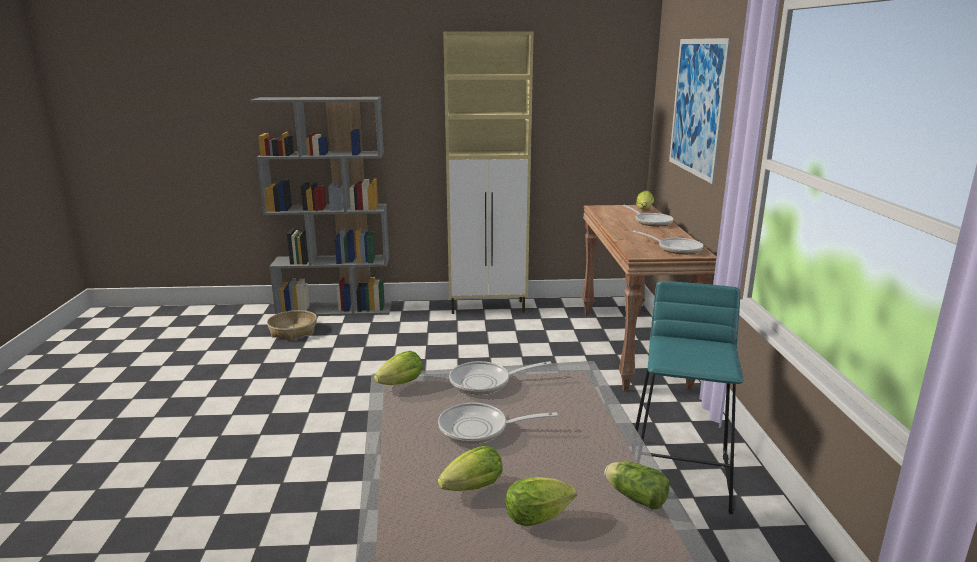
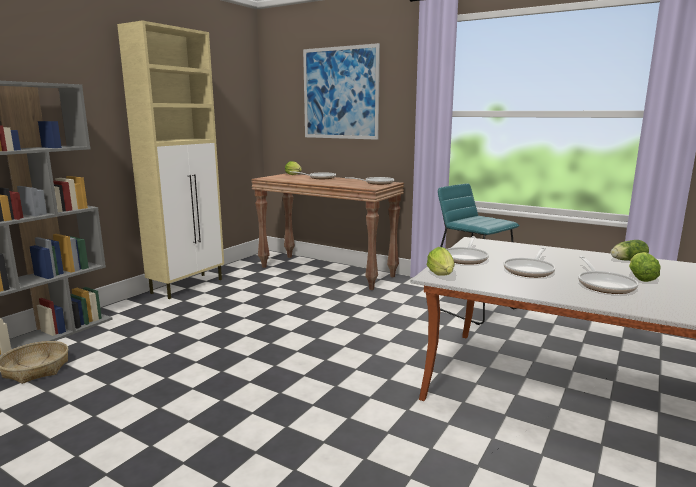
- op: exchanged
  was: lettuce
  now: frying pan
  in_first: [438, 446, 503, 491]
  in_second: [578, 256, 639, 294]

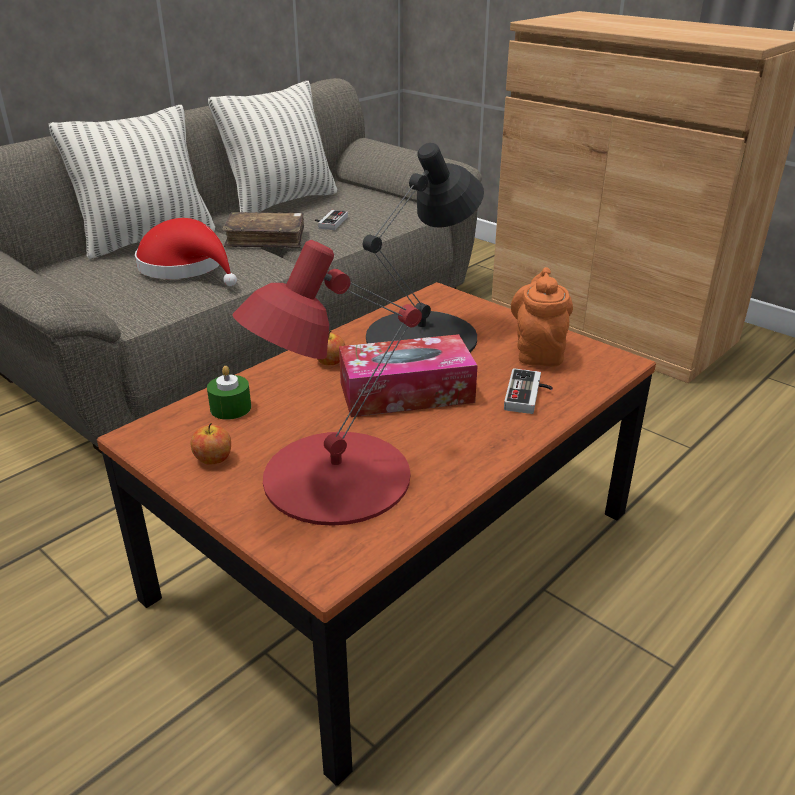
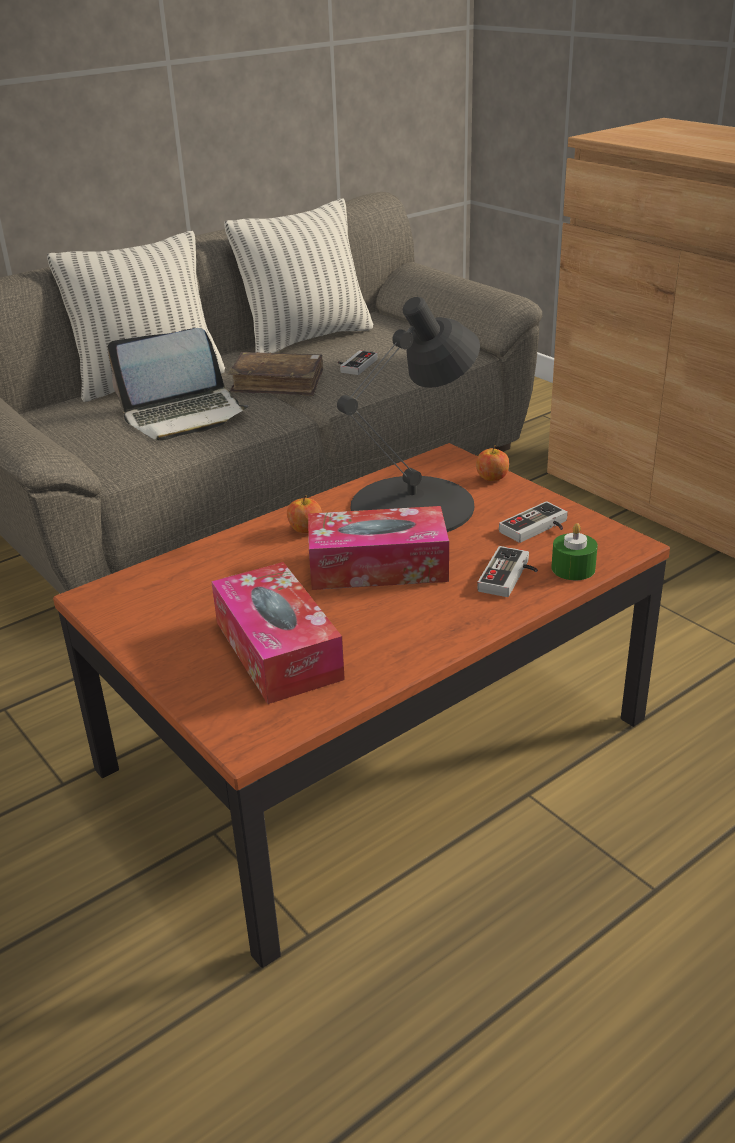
- op: exchanged
  was: red hat
  now: laptop
  in_first: [135, 218, 237, 286]
  in_second: [108, 328, 249, 441]
- op: relocated
  was: apple
  in_first: [190, 423, 231, 465]
  in_second: [476, 445, 509, 481]
- op: relocated
  was: green candle
  in_first: [207, 366, 251, 420]
  in_second: [551, 523, 598, 580]
- op: exchanged
  was: red table lamp
  now: tissue box
  in_first: [232, 240, 422, 526]
  in_second: [211, 562, 345, 704]
- op: exchanged
  was: orange teapot
  now: game controller
  in_first: [511, 267, 573, 366]
  in_second: [499, 501, 568, 543]

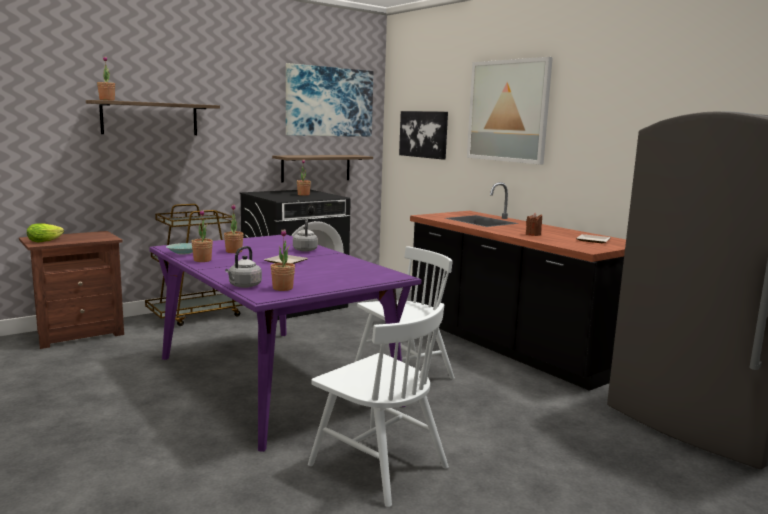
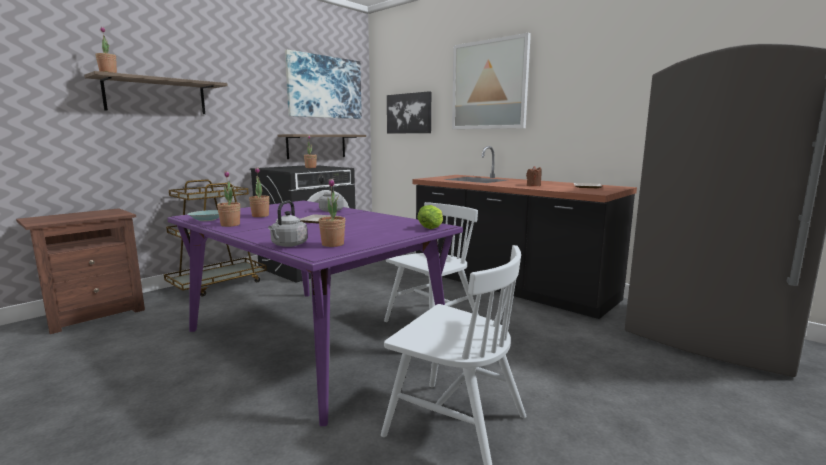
- op: relocated
  was: lettuce
  in_first: [27, 223, 64, 242]
  in_second: [417, 205, 443, 229]

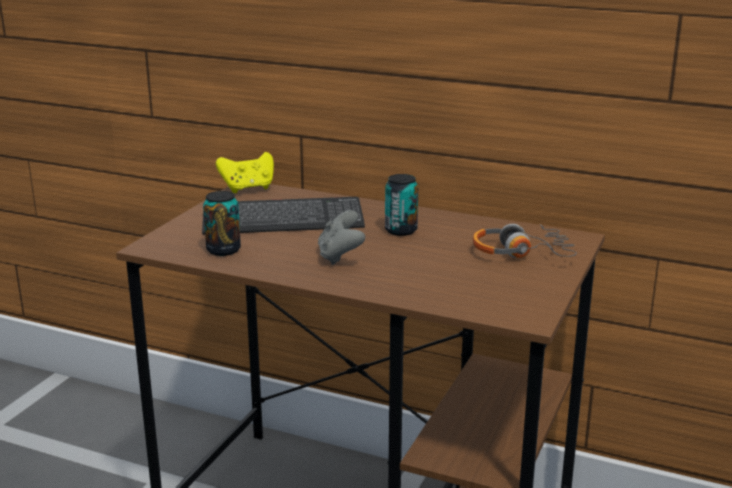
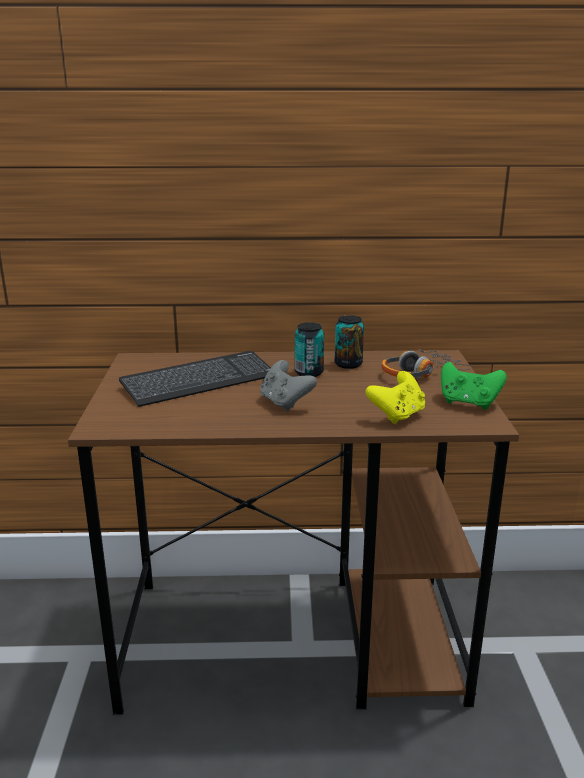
- op: relocated
  was: can
  in_first: [203, 191, 241, 256]
  in_second: [335, 315, 364, 369]
- op: relocated
  was: yellow game controller
  in_first: [216, 152, 274, 193]
  in_second: [365, 371, 425, 424]
- op: appeared
  now: green game controller
  in_second: [441, 362, 507, 410]

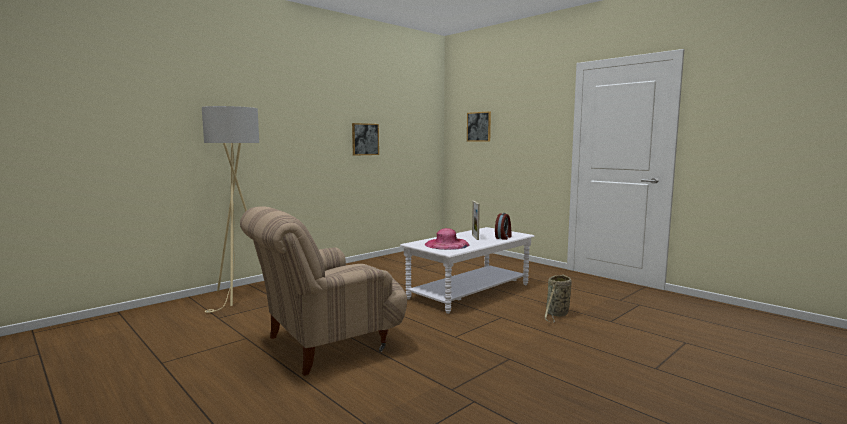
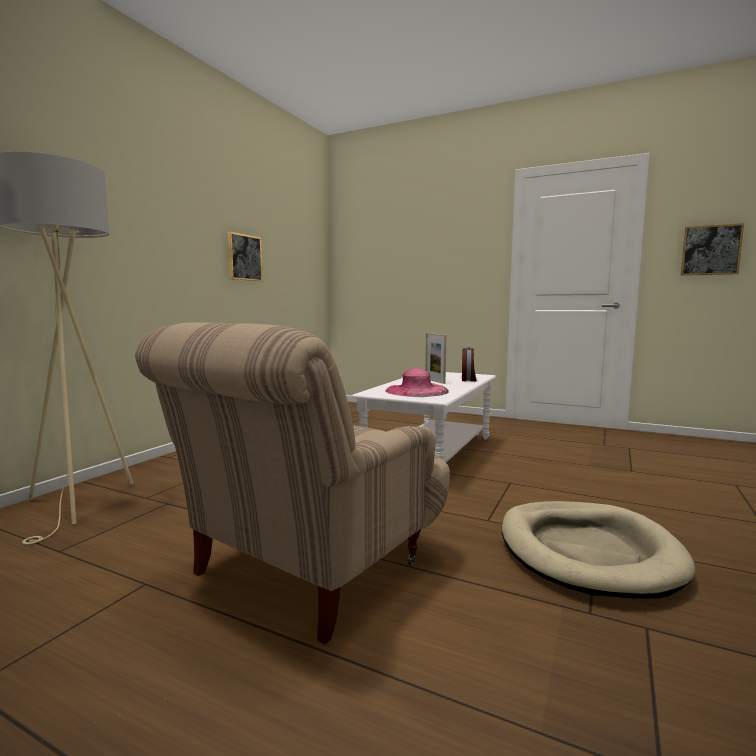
- op: relocated
  was: picture
  in_first: [467, 111, 491, 142]
  in_second: [681, 223, 744, 276]
- op: missing
  was: basket
  in_first: [545, 274, 572, 323]
- op: appeared
  now: beige dog bed
  in_second: [501, 501, 696, 599]

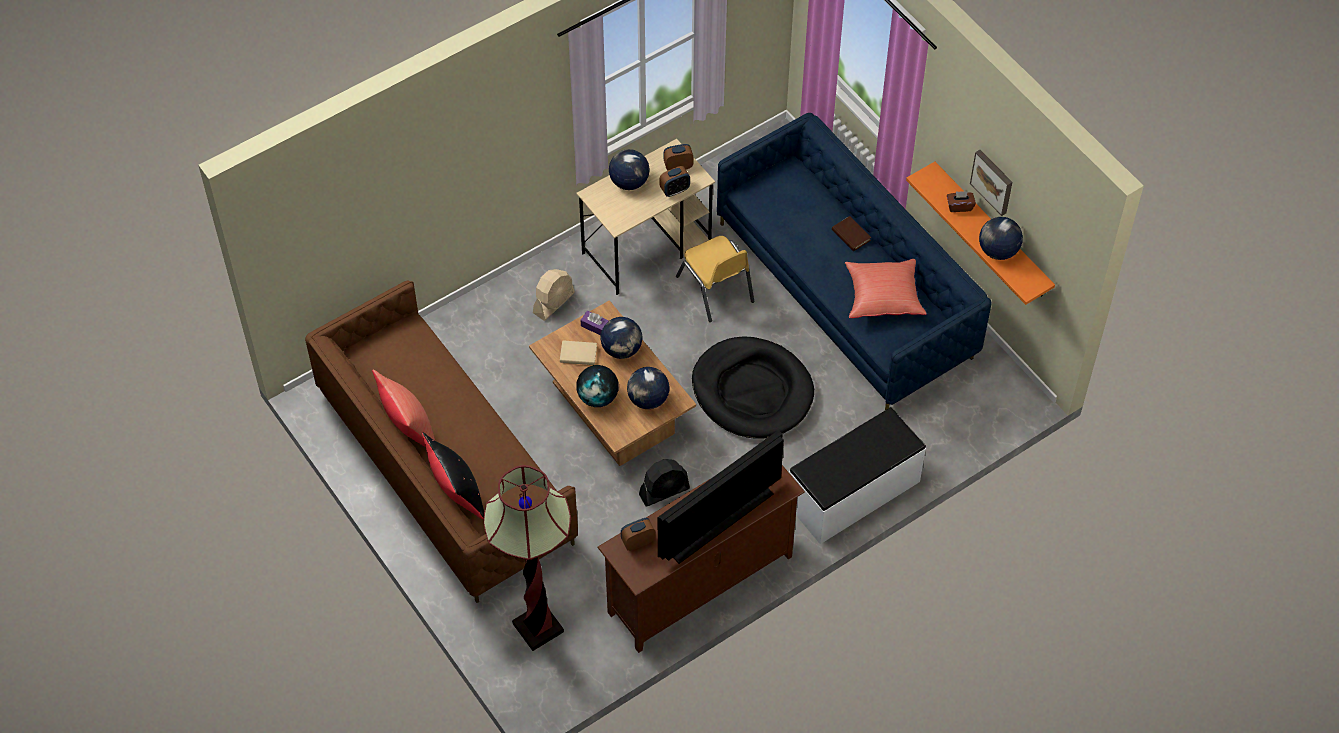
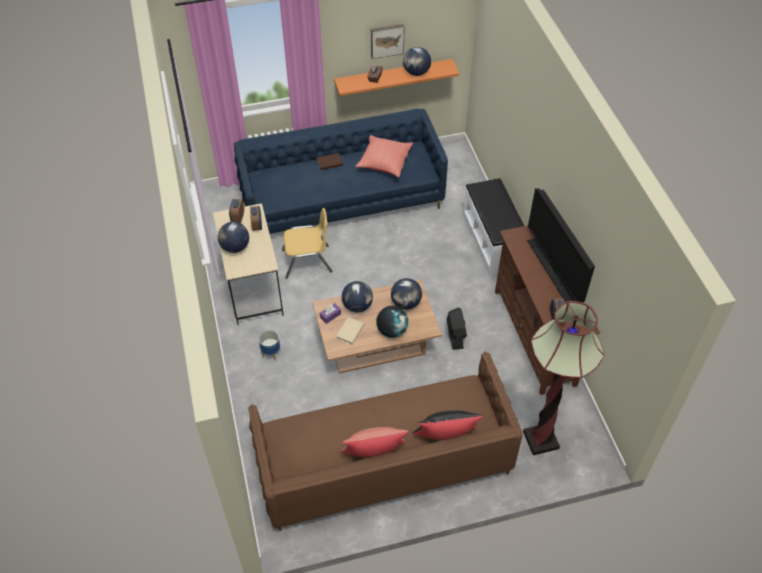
- op: exchanged
  was: beige fan
  now: planter
  in_first: [533, 269, 575, 321]
  in_second: [259, 330, 280, 361]
- op: missing
  was: black dog bed
  in_first: [692, 336, 814, 439]

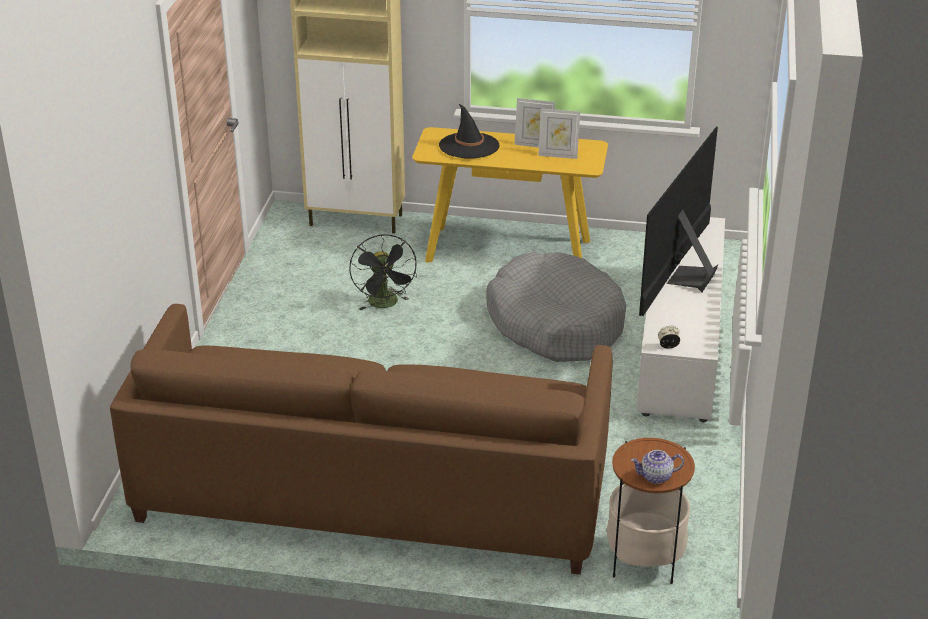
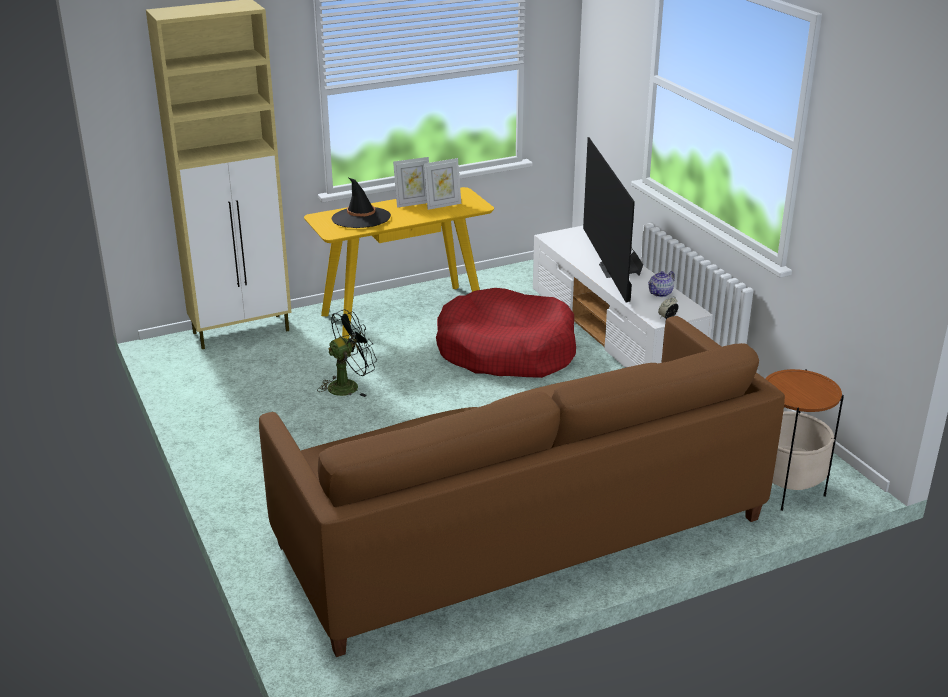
- op: spun
  was: black fan
  in_first: [349, 234, 417, 310]
  in_second: [317, 309, 377, 397]
  clockwise: -75
- op: colour
  was: grey dog bed
  now: red dog bed
  in_first: [486, 252, 626, 362]
  in_second: [436, 288, 576, 378]
- op: relocated
  was: teapot
  in_first: [631, 450, 684, 484]
  in_second: [648, 271, 675, 297]

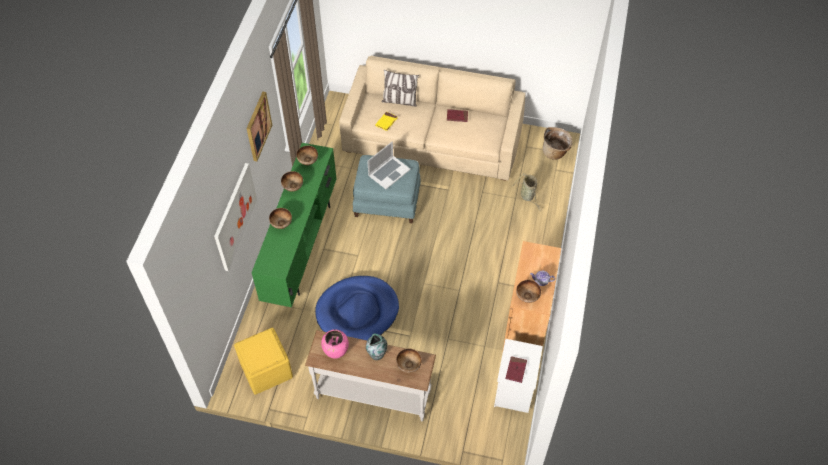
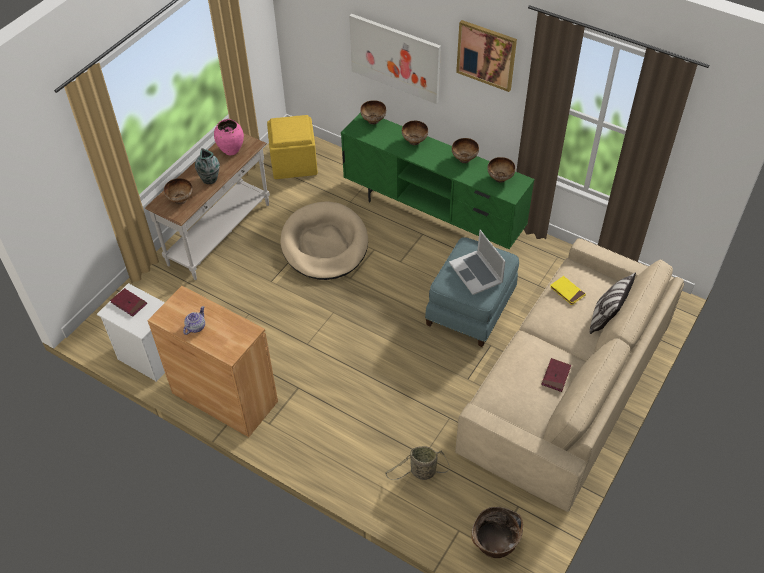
- op: colour
  was: blue dog bed
  now: beige dog bed
  in_first: [315, 276, 399, 340]
  in_second: [280, 201, 368, 280]
- op: relocated
  was: bowl
  in_first: [516, 280, 541, 303]
  in_second: [360, 100, 386, 124]

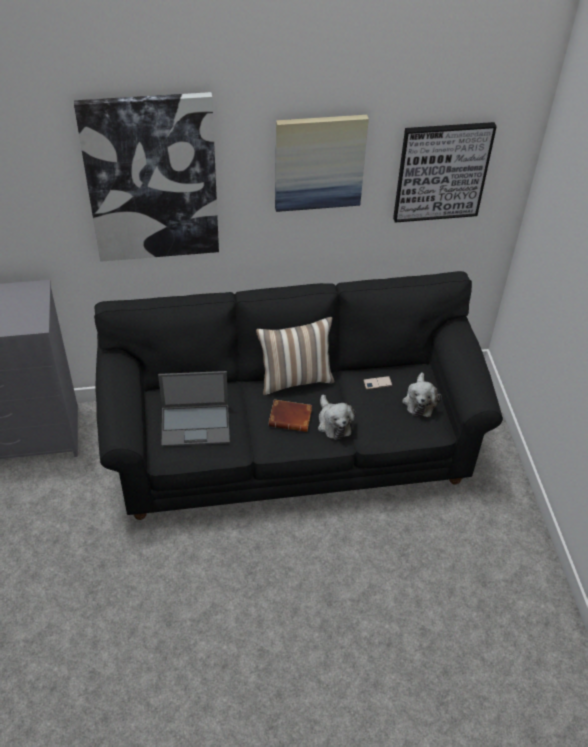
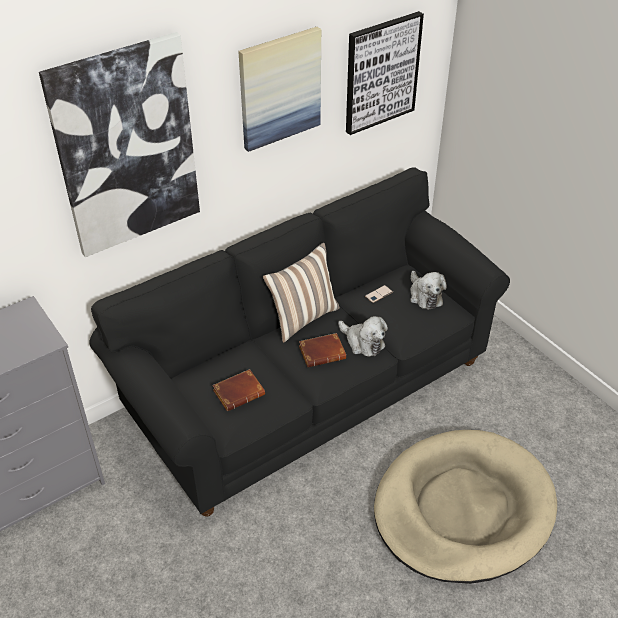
- op: exchanged
  was: laptop
  now: brown book
  in_first: [158, 371, 230, 446]
  in_second: [212, 369, 265, 411]
- op: appeared
  now: beige dog bed
  in_second: [374, 430, 557, 584]

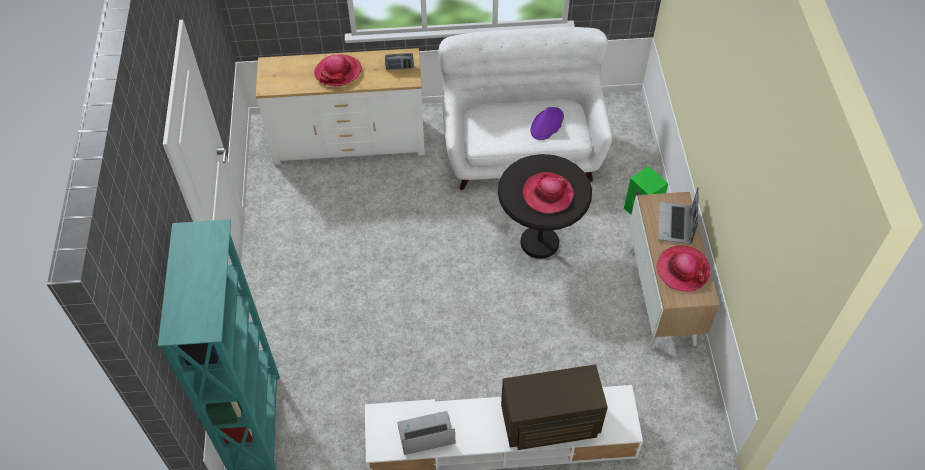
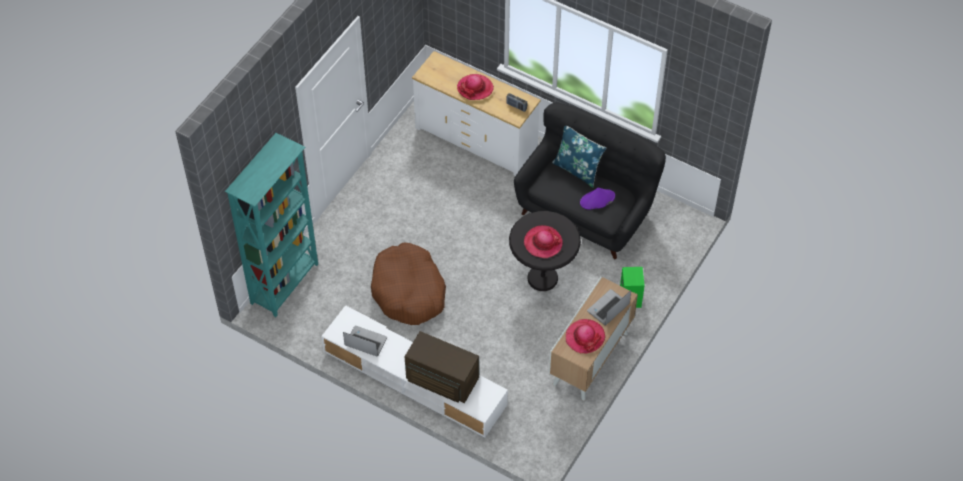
- op: colour
  was: white sofa
  now: black sofa
  in_first: [438, 27, 612, 190]
  in_second: [514, 102, 666, 259]
- op: appeared
  now: brown dog bed
  in_second: [371, 242, 446, 325]
- op: appeared
  now: blue pillow
  in_second: [552, 126, 606, 188]

